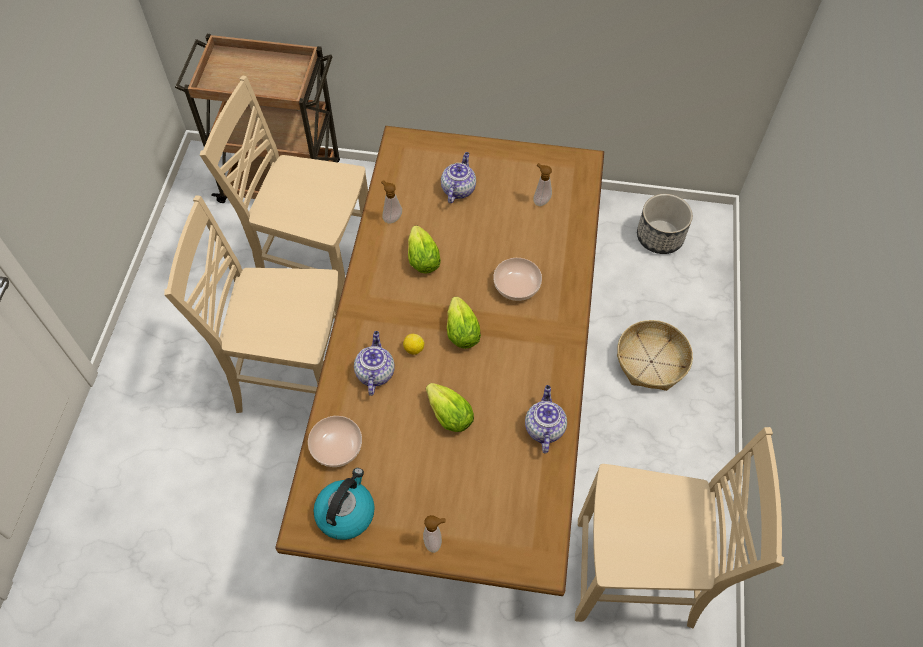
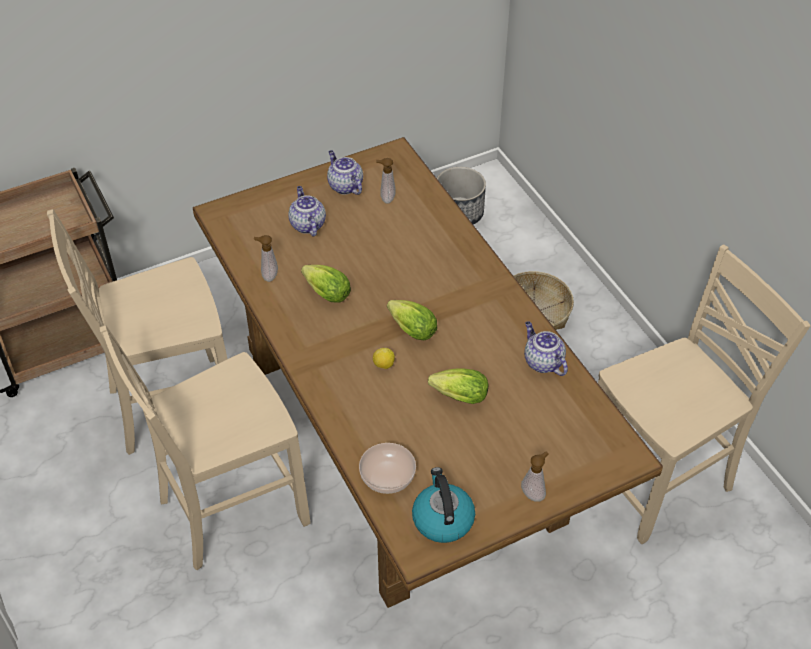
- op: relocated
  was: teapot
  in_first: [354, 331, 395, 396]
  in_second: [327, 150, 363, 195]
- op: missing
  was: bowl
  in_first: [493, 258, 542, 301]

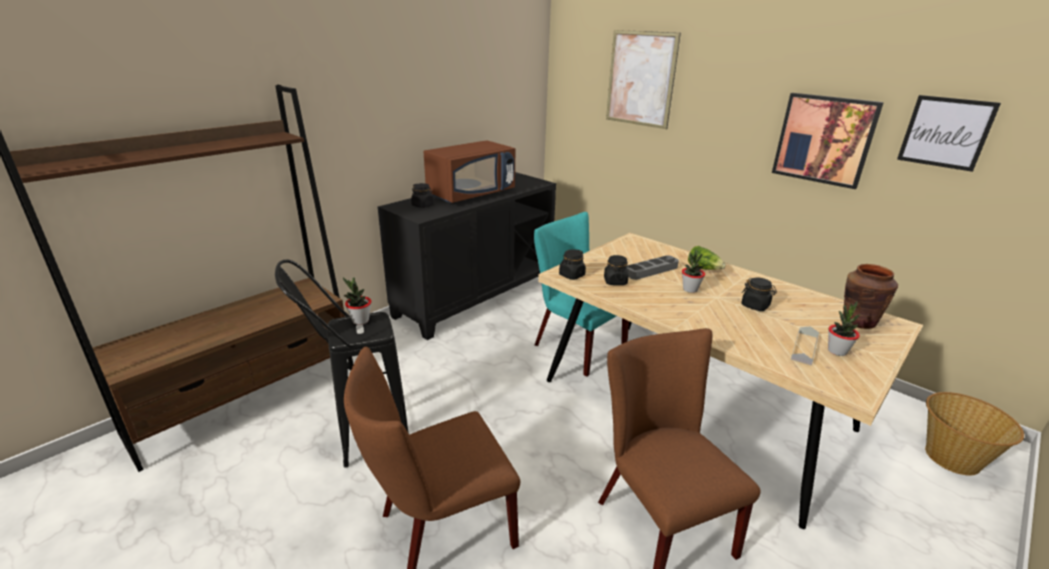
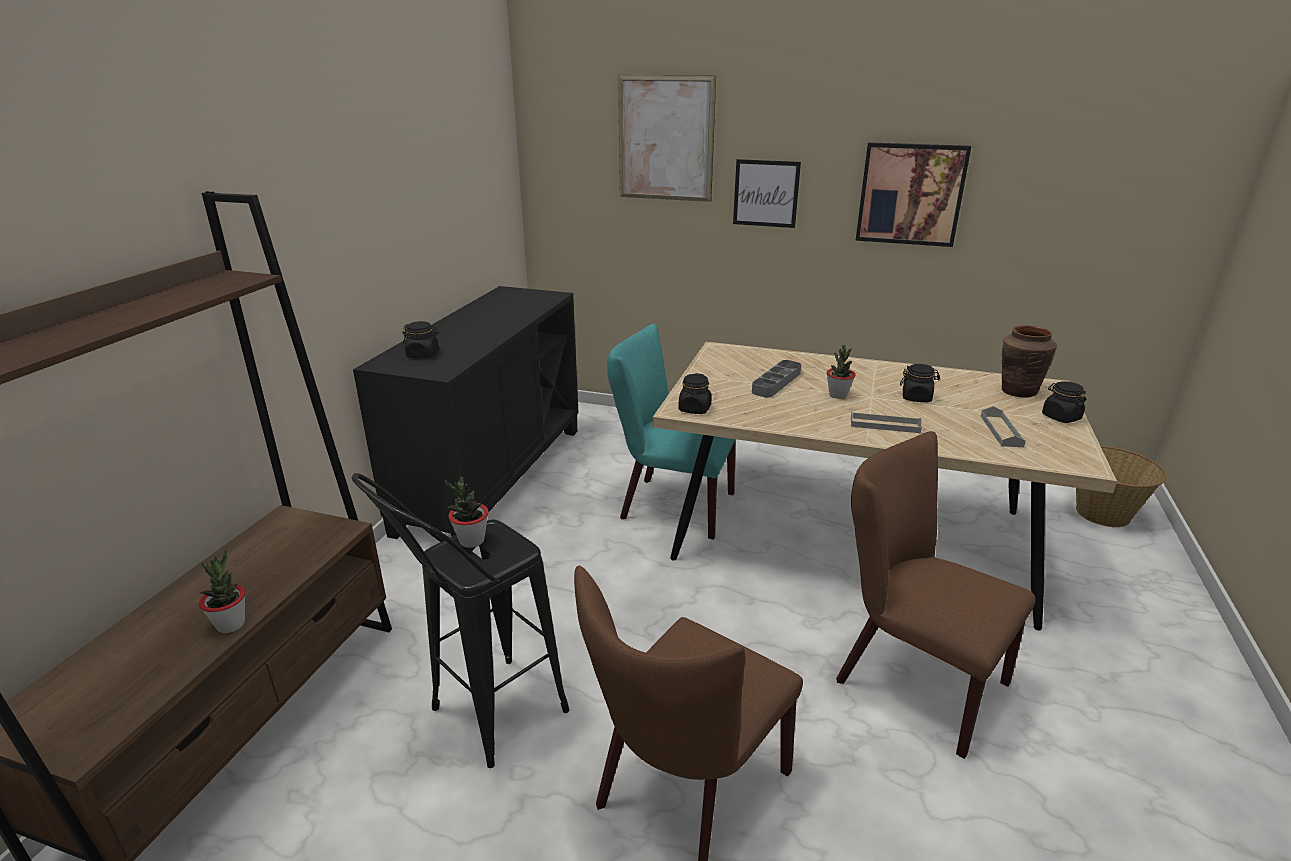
- op: missing
  was: brown microwave
  in_first: [424, 140, 516, 203]
- op: relocated
  was: black jar
  in_first: [604, 255, 628, 285]
  in_second: [1042, 381, 1087, 423]
- op: missing
  was: lettuce
  in_first: [688, 246, 726, 270]
- op: relocated
  was: potted plant
  in_first: [828, 302, 861, 356]
  in_second: [199, 550, 245, 633]
- op: relocated
  was: picture
  in_first: [897, 95, 1001, 172]
  in_second: [733, 159, 801, 228]
- op: appeared
  now: grey tray
  in_second: [851, 412, 922, 433]

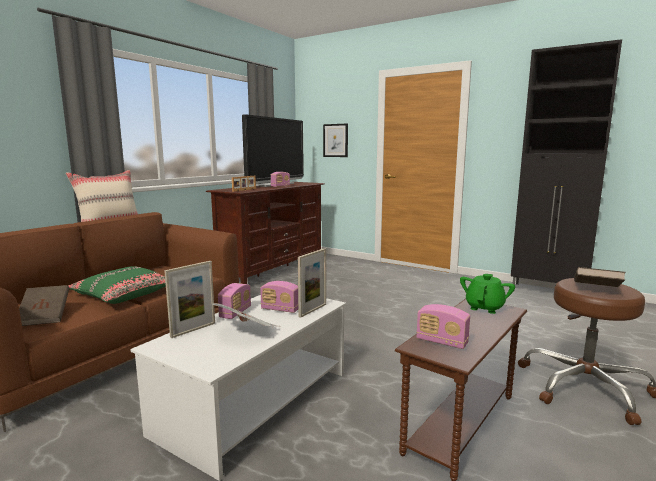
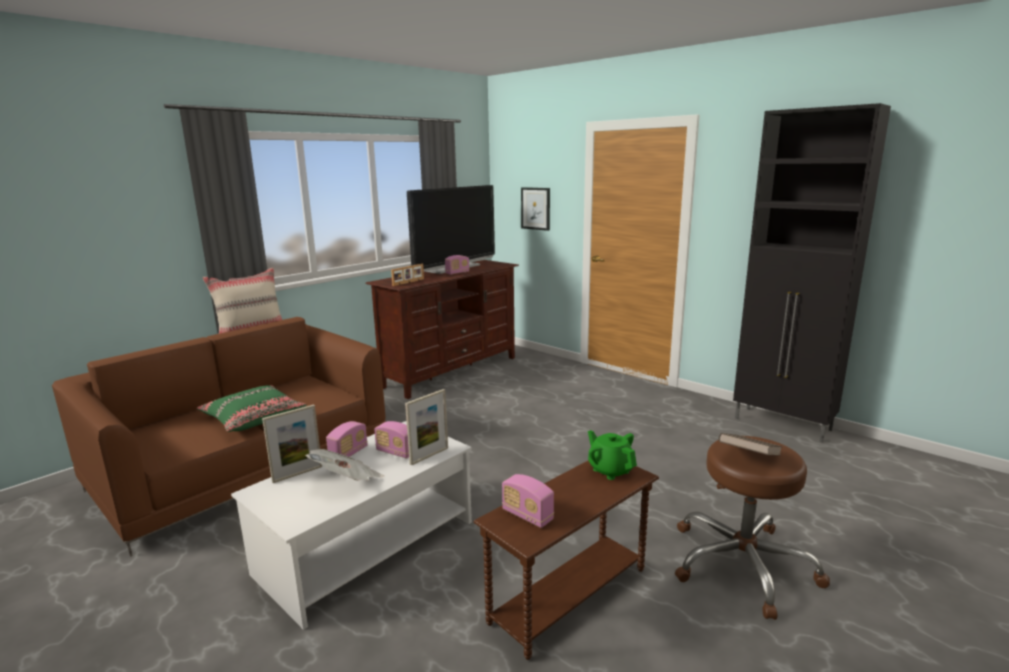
- op: missing
  was: brown book
  in_first: [19, 285, 69, 326]
- op: spun
  was: green teapot
  in_first: [460, 274, 515, 314]
  in_second: [588, 430, 637, 480]
  clockwise: -75

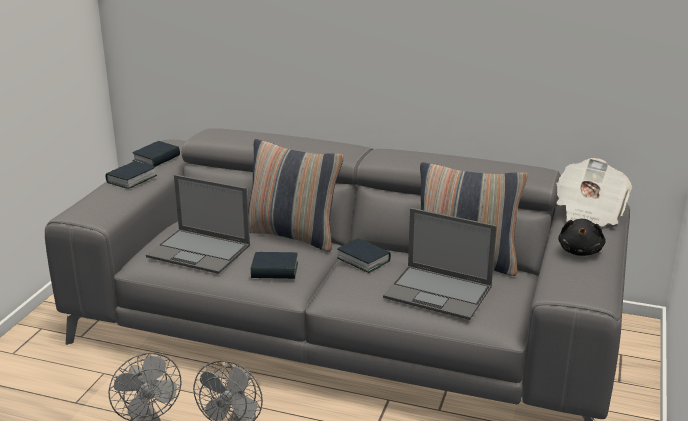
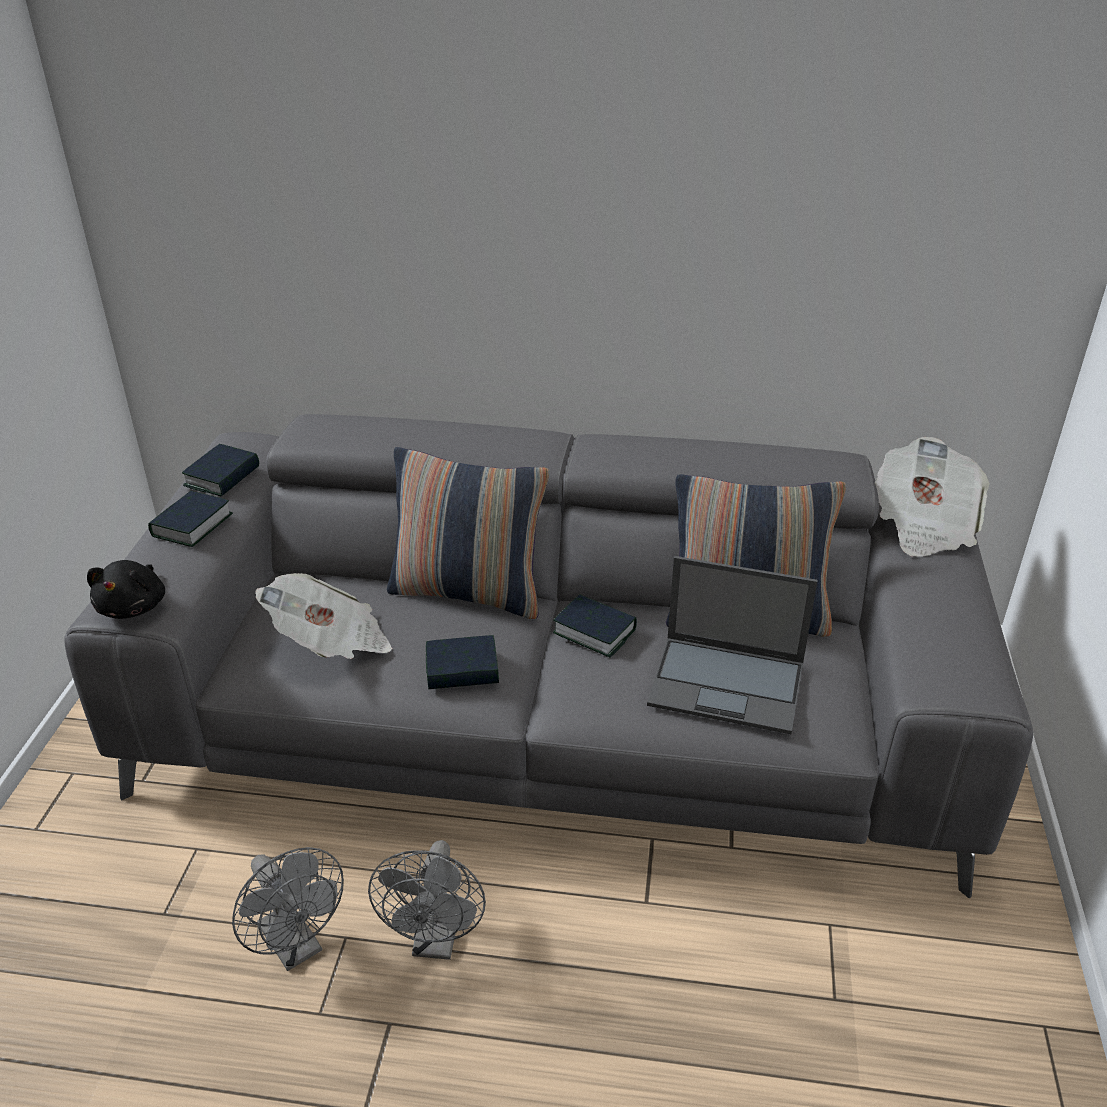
- op: exchanged
  was: laptop
  now: newspaper
  in_first: [146, 175, 250, 274]
  in_second: [255, 573, 393, 659]
- op: relocated
  was: black plush toy
  in_first: [558, 219, 606, 256]
  in_second: [87, 560, 165, 619]

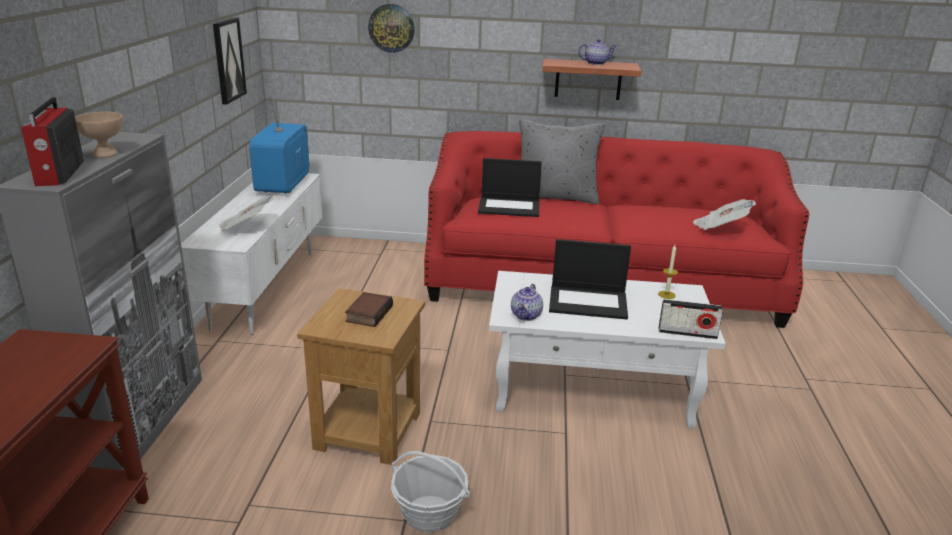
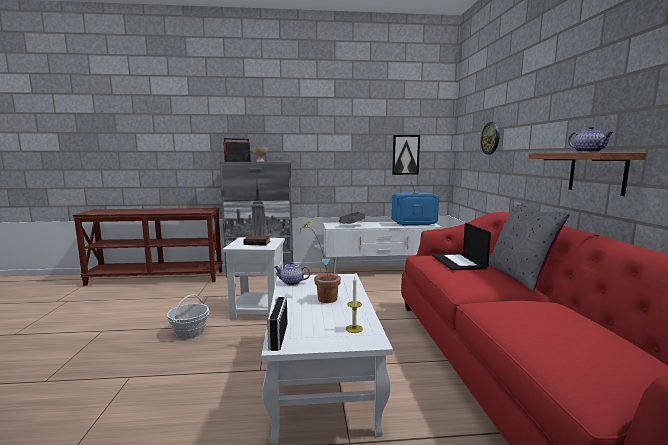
- op: colour
  was: brown side table
  now: white side table
  in_first: [297, 288, 425, 465]
  in_second: [222, 237, 285, 320]
- op: exchanged
  was: laptop
  now: potted plant
  in_first: [549, 239, 631, 319]
  in_second: [299, 219, 341, 303]
- op: missing
  was: newspaper
  in_first: [693, 199, 756, 230]

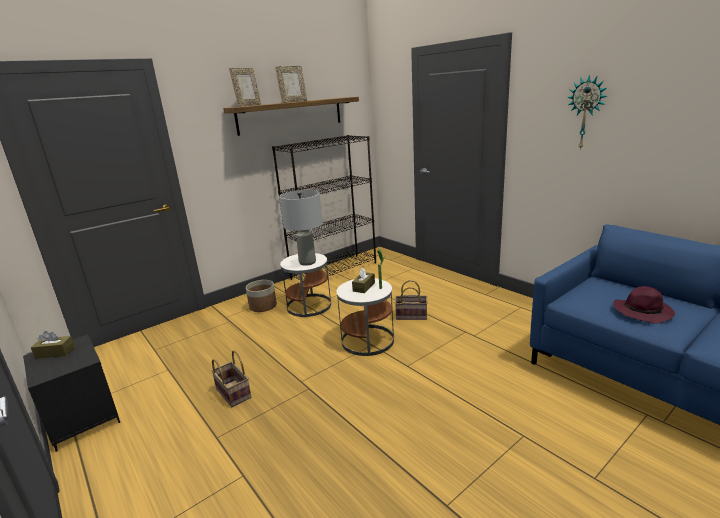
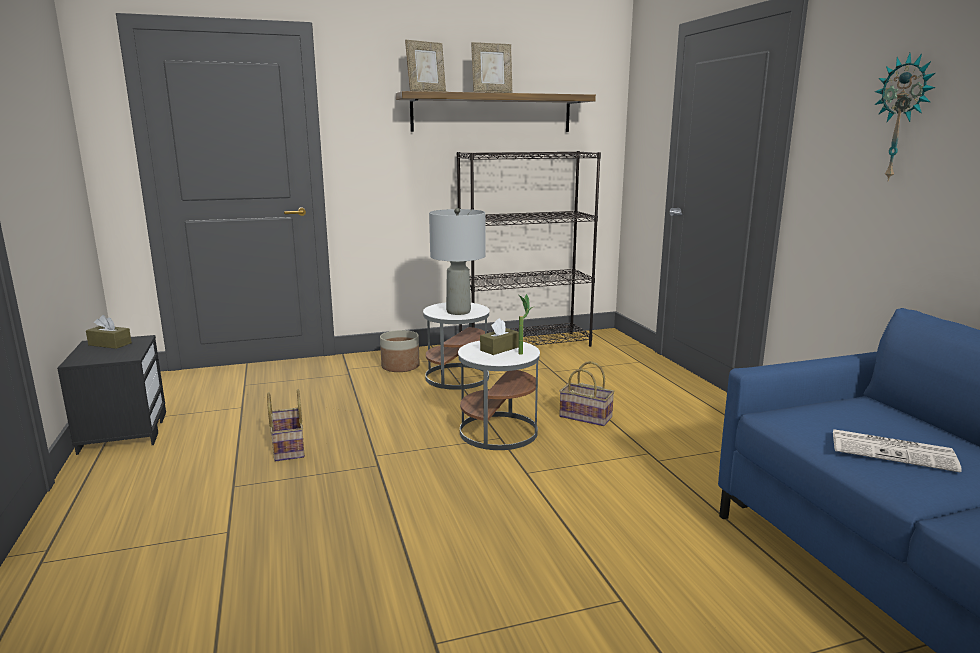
- op: exchanged
  was: purple hat
  now: newspaper
  in_first: [613, 286, 675, 324]
  in_second: [833, 429, 962, 472]

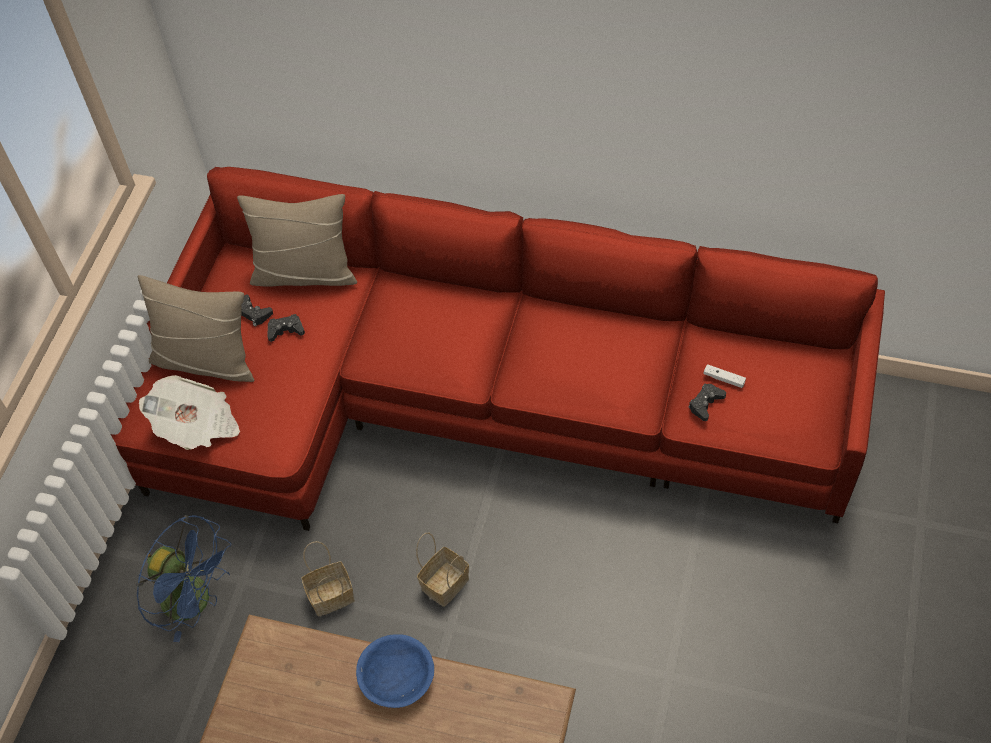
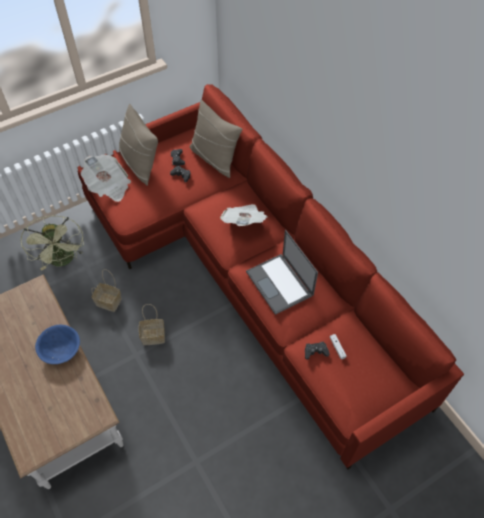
- op: colour
  was: blue fan
  now: green fan
  in_first: [136, 515, 231, 642]
  in_second: [20, 216, 84, 271]
- op: appeared
  now: newspaper
  in_second: [220, 204, 268, 226]
- op: appeared
  now: laptop
  in_second: [246, 230, 318, 315]

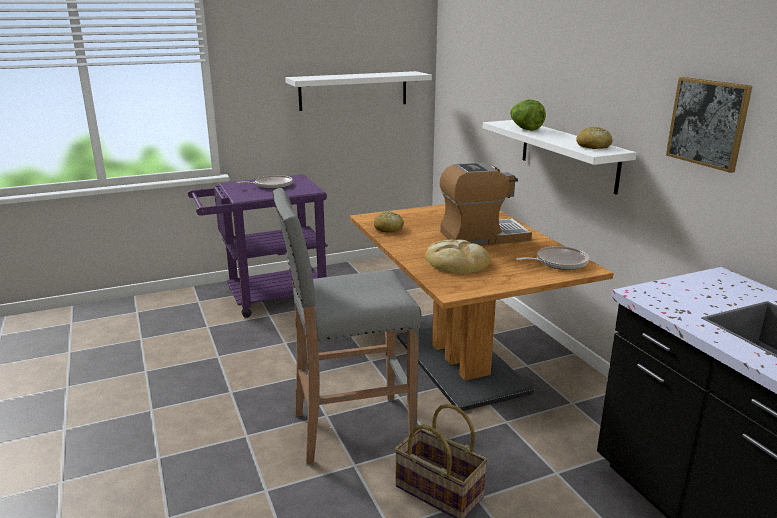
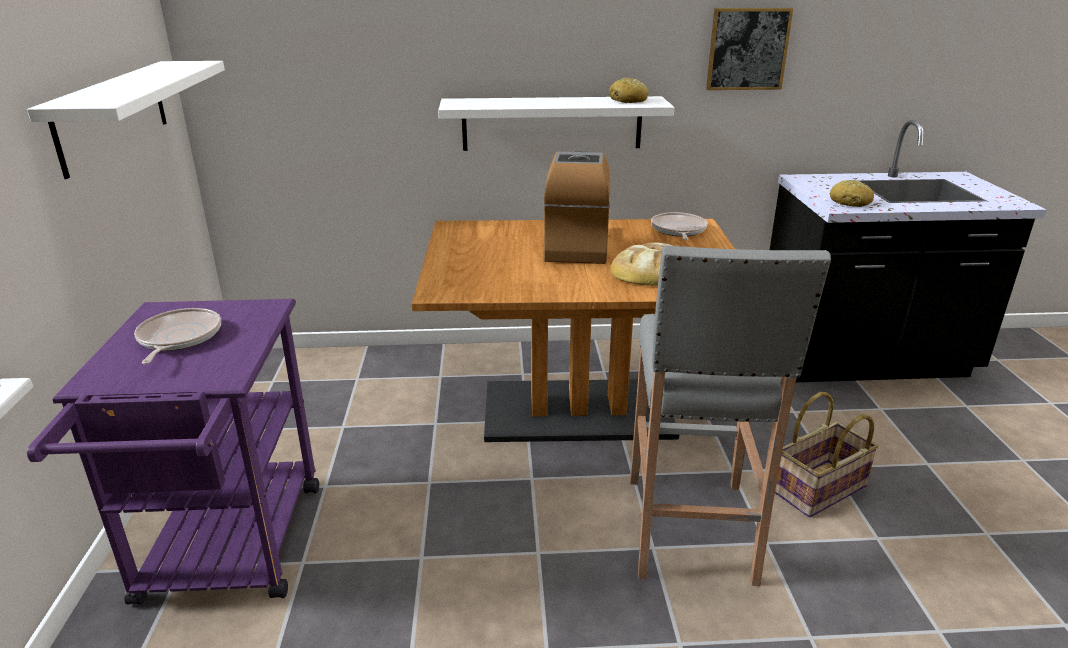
- op: relocated
  was: bread
  in_first: [374, 211, 404, 233]
  in_second: [830, 180, 874, 207]
- op: missing
  was: lettuce
  in_first: [510, 99, 546, 131]

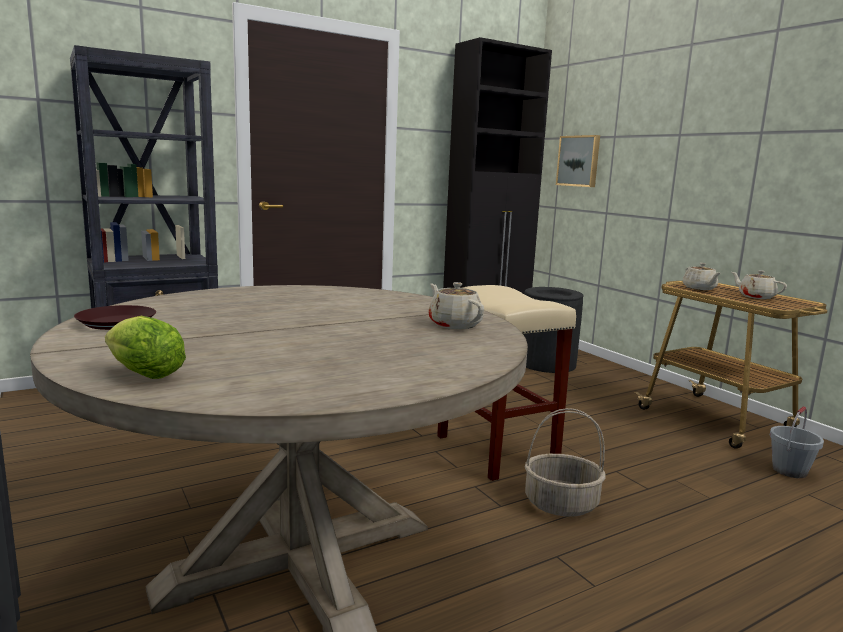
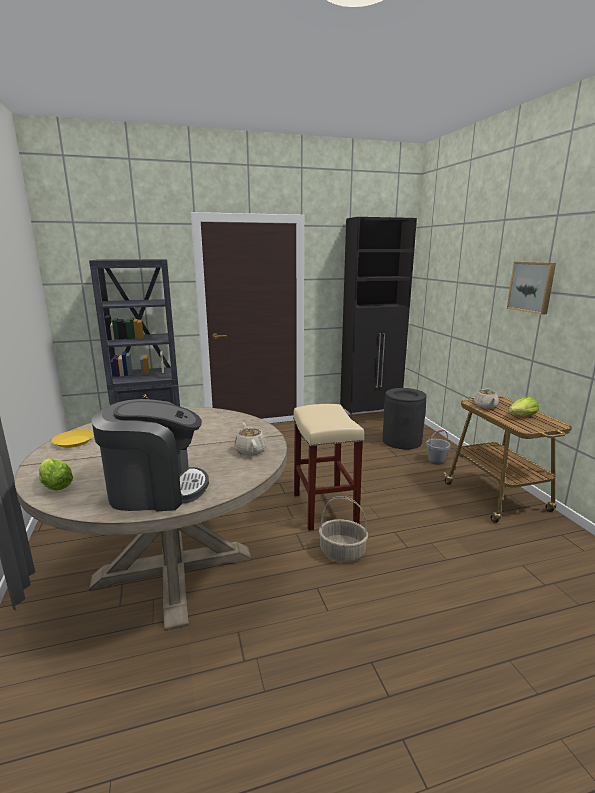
- op: colour
  was: brown plate
  now: yellow plate
  in_first: [74, 305, 156, 330]
  in_second: [52, 430, 94, 448]
- op: relocated
  was: picture
  in_first: [556, 135, 600, 187]
  in_second: [507, 262, 556, 315]
- op: exchanged
  was: beige teapot
  now: lettuce
  in_first: [732, 270, 787, 299]
  in_second: [508, 396, 539, 416]
- op: relocated
  was: grey bucket
  in_first: [770, 406, 824, 478]
  in_second: [426, 430, 450, 465]
- op: appeared
  now: coffee machine
  in_second: [92, 399, 209, 512]

